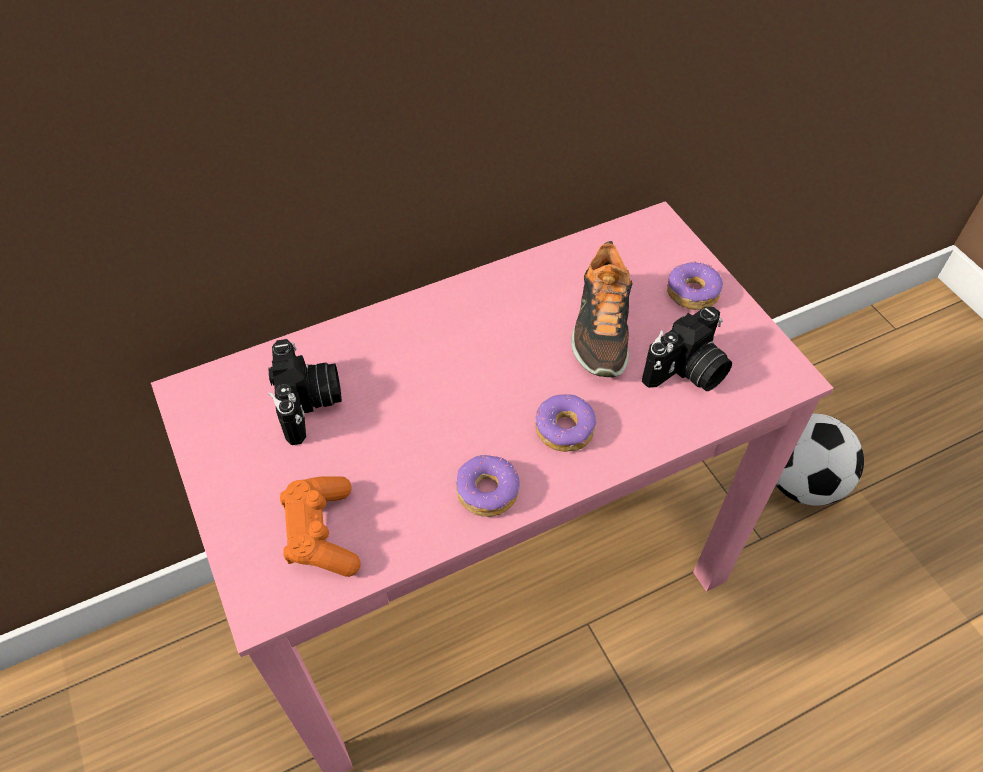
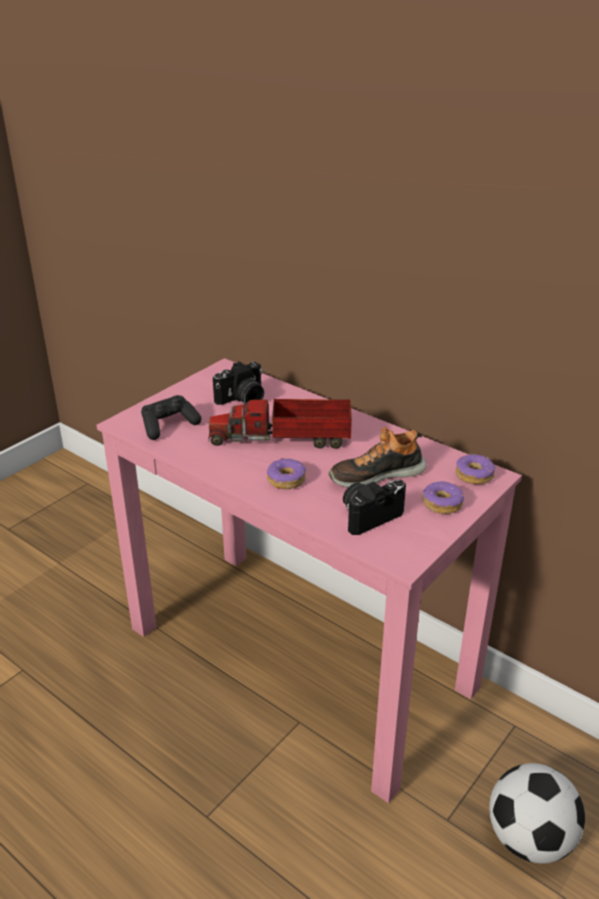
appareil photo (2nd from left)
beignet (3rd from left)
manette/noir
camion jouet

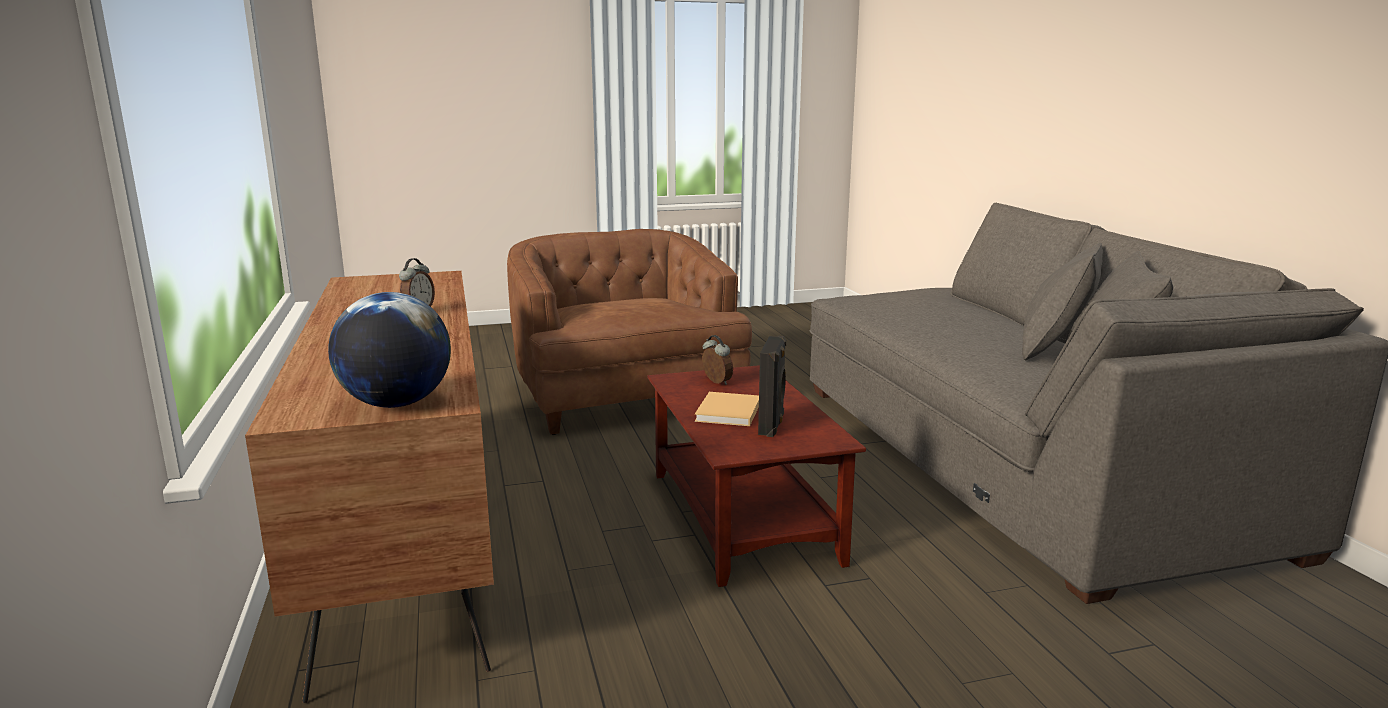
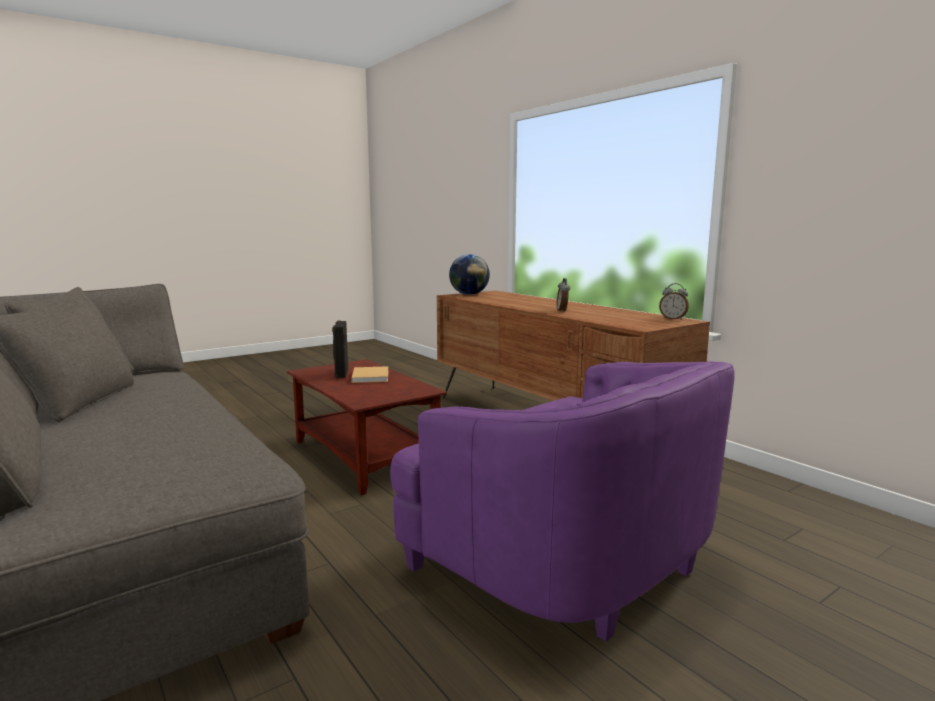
fauteuil/violet
réveil (2nd from left)

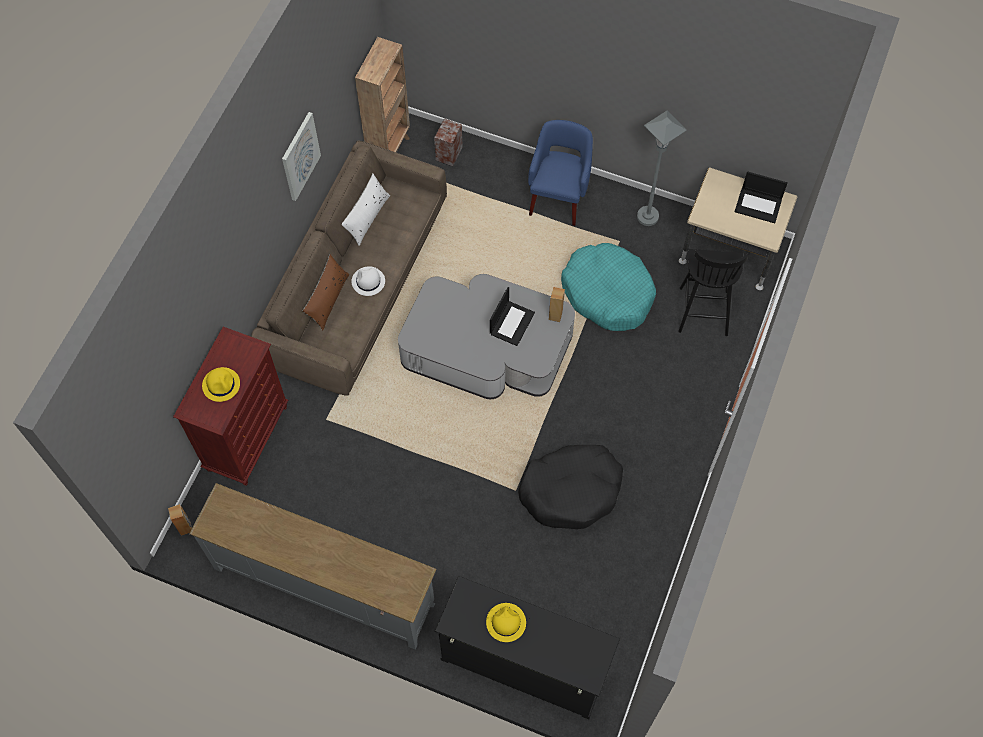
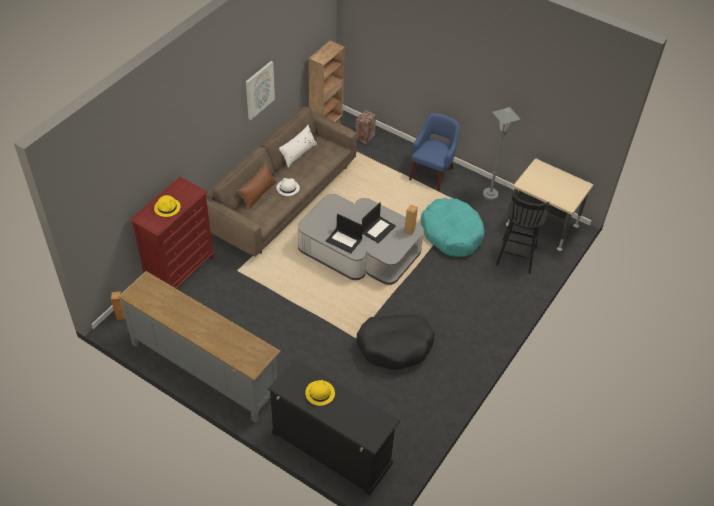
ordinateur portable (1st from left)

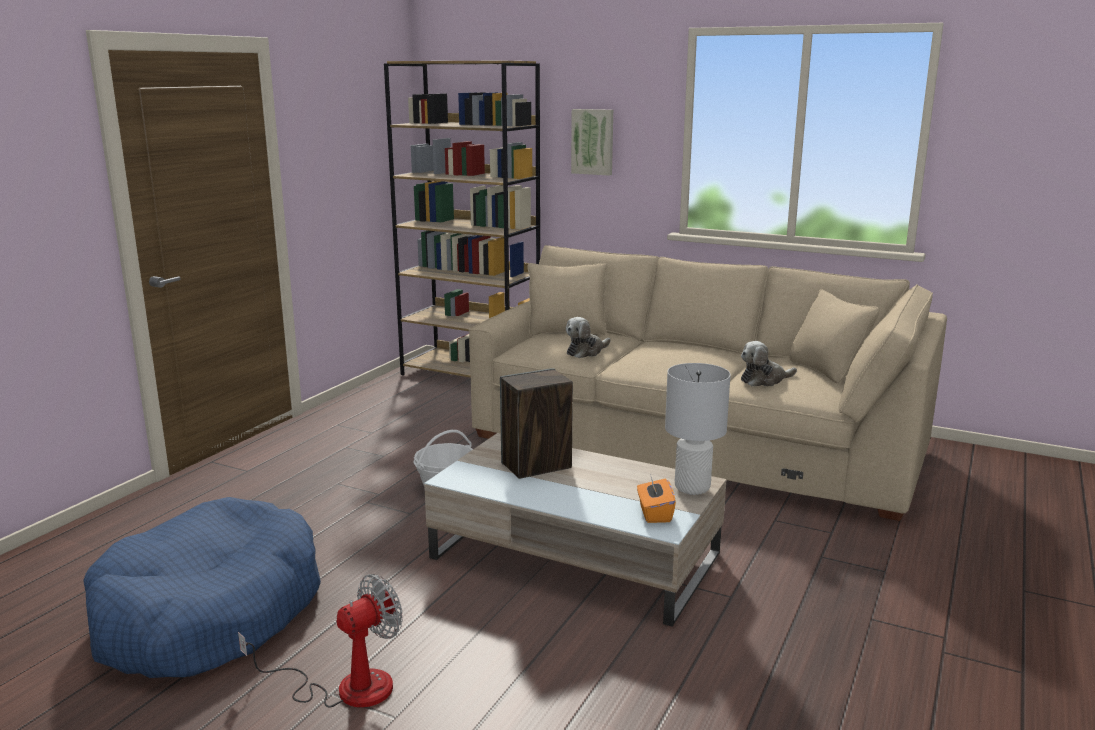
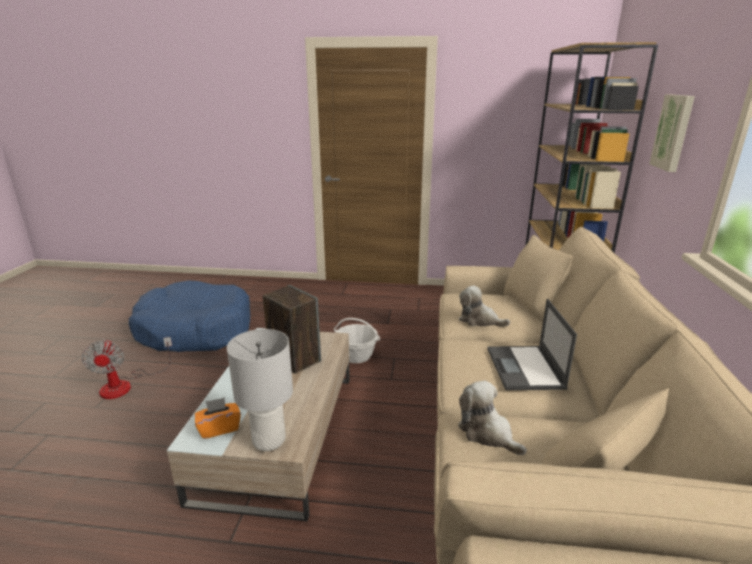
ventilateur
ordinateur portable

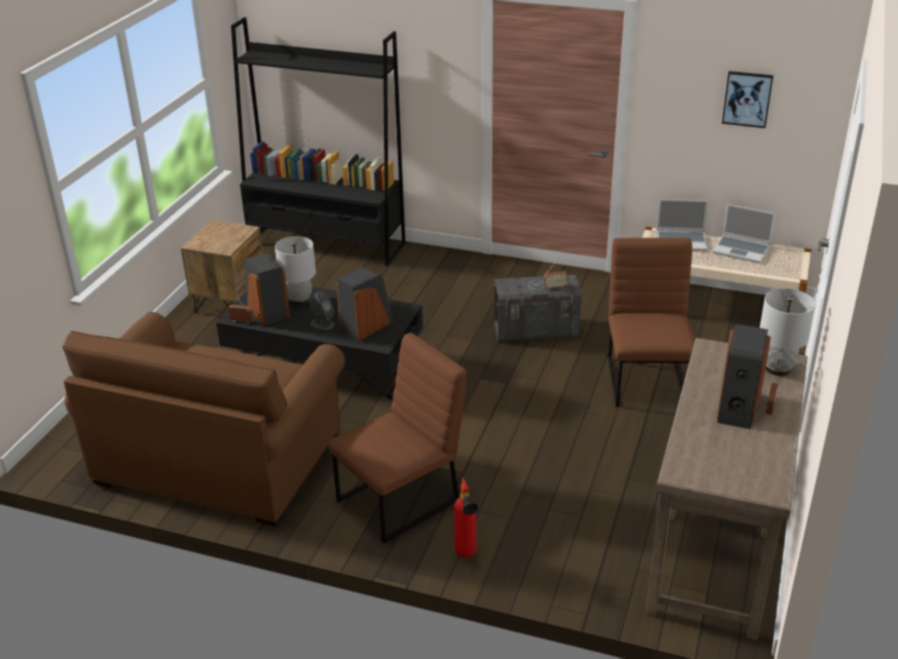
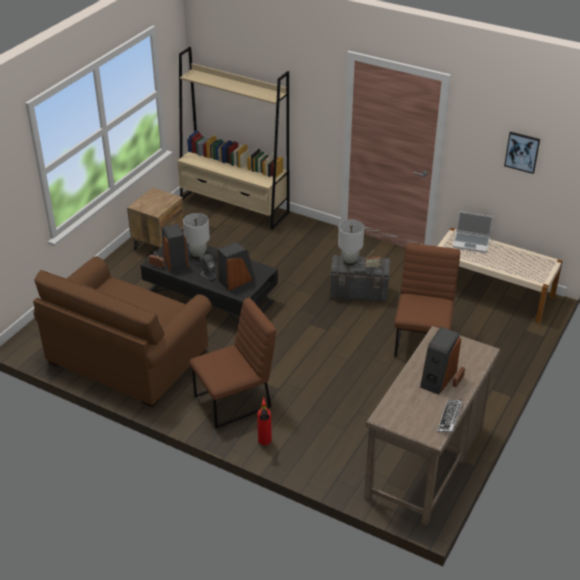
bibliothèque/beige
ordinateur portable (2nd from left in the first image)
lampe de table/blanc (2nd from left)
clavier

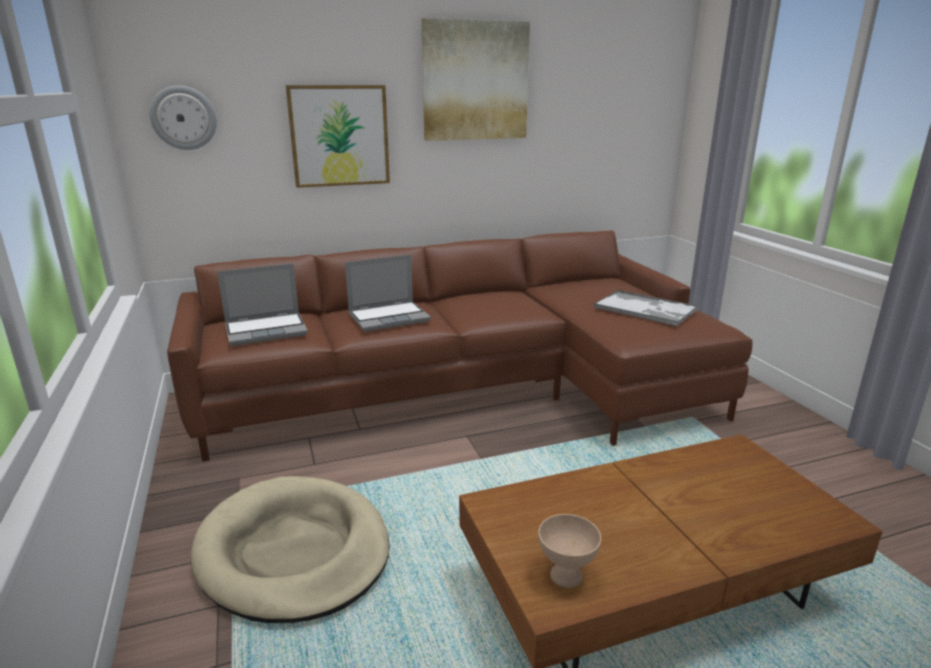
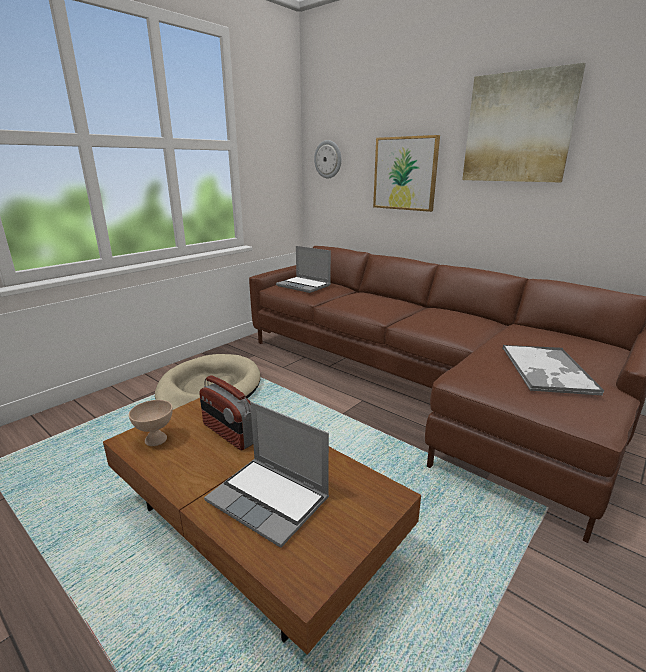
ordinateur portable (1st from left)
radio

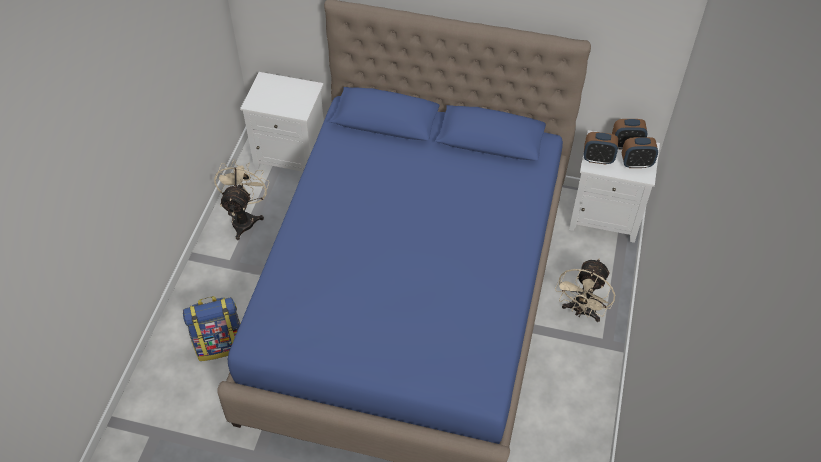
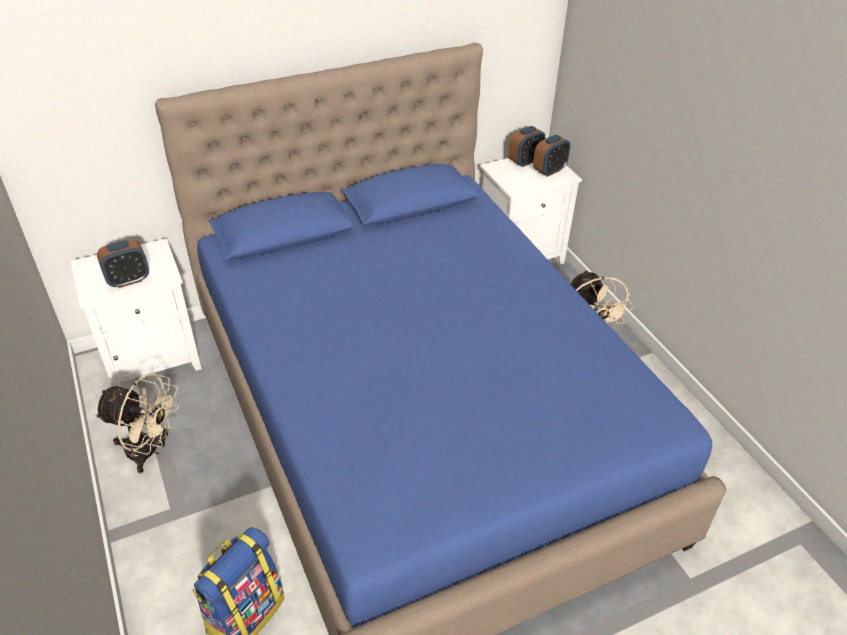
réveil (1st from left)
ventilateur/beige (1st from left)

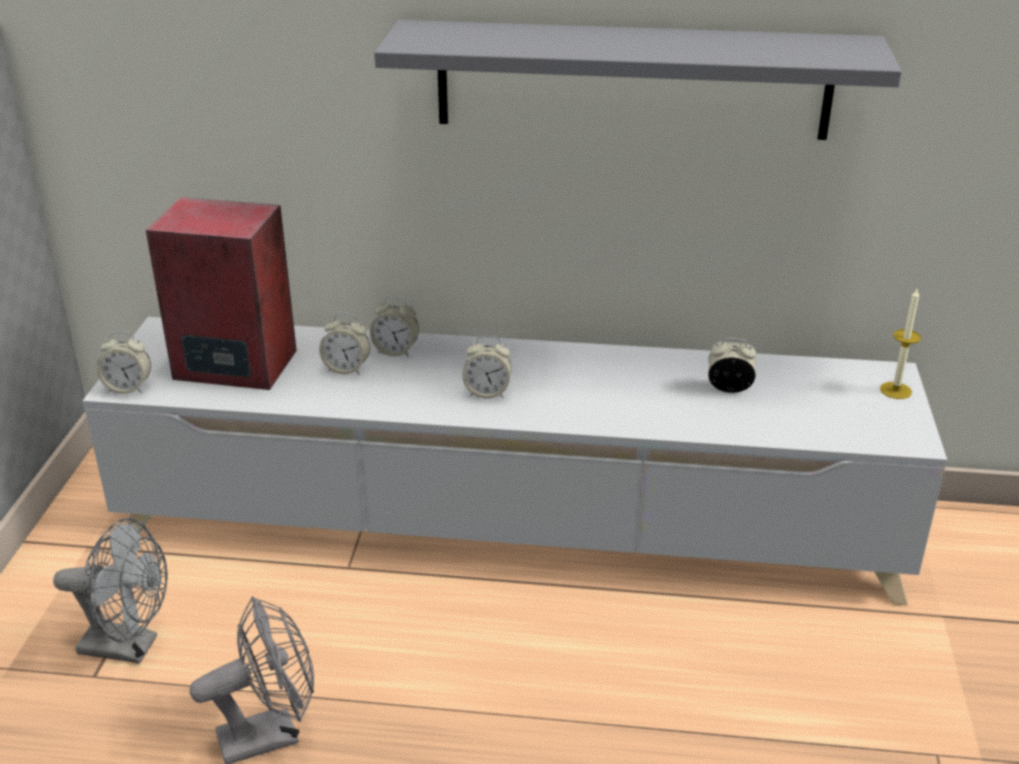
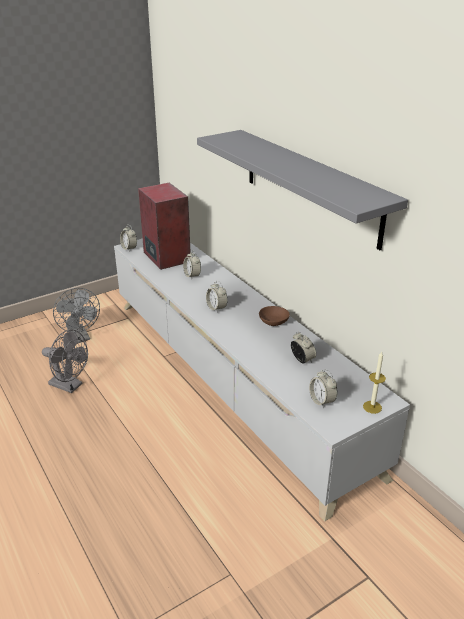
réveil (5th from left)
bol/marron

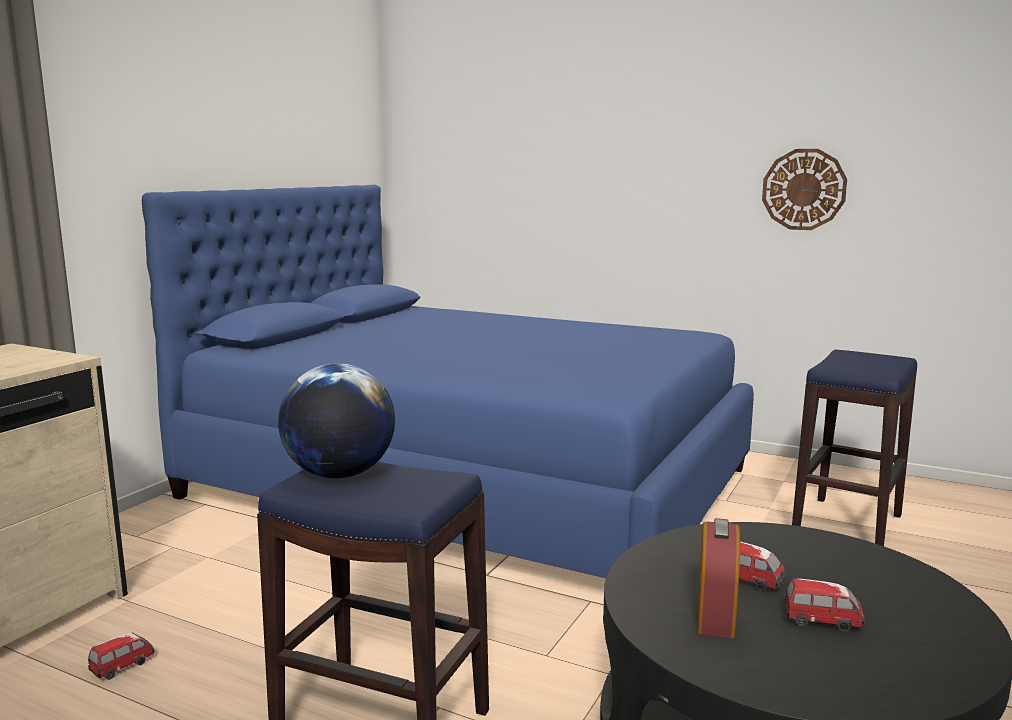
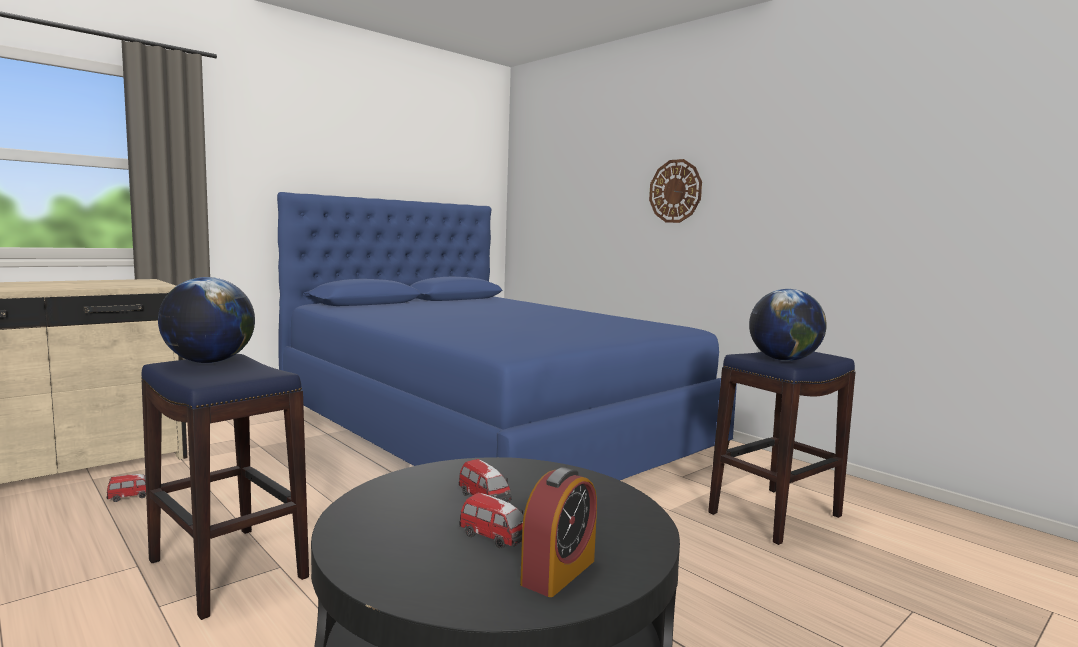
horloge murale
réveil
globe (2nd from left)

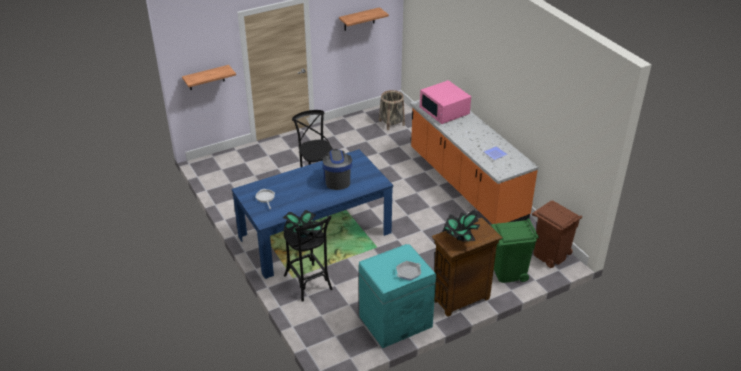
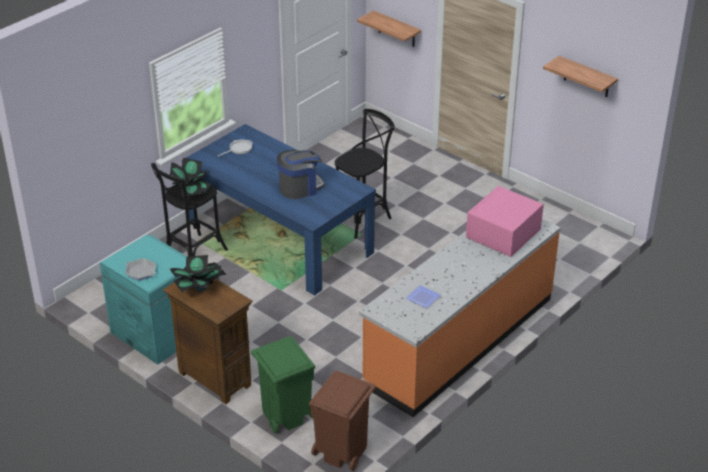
panier

